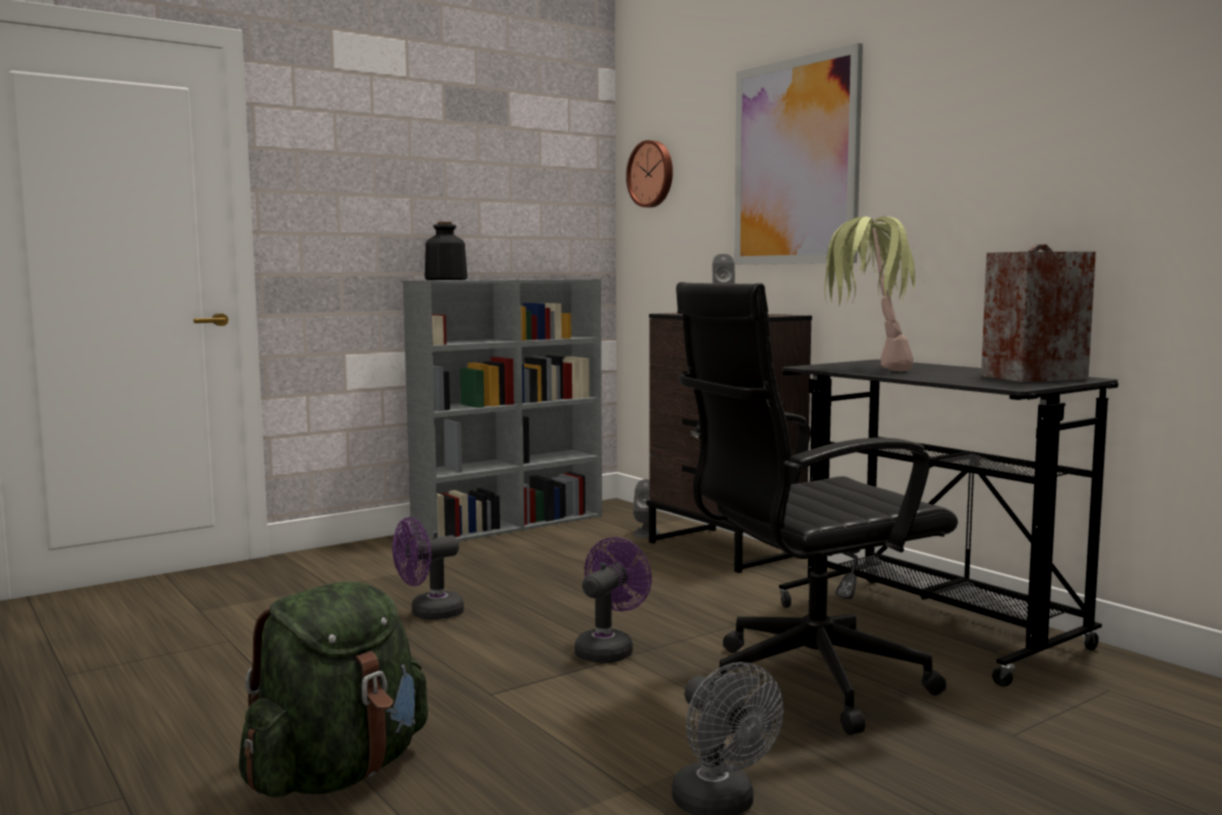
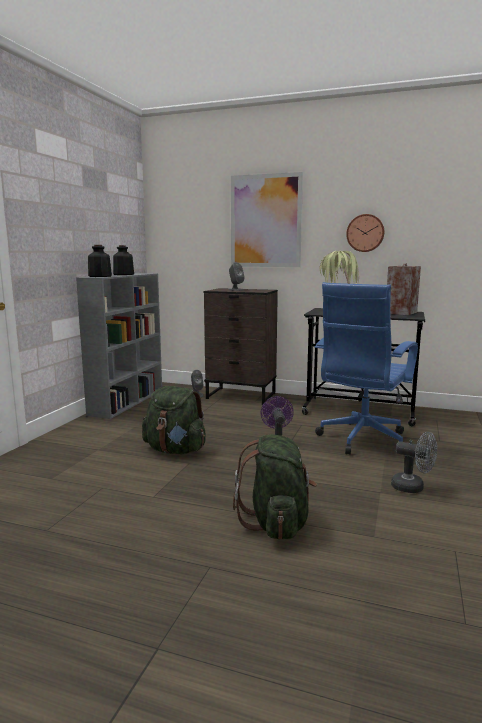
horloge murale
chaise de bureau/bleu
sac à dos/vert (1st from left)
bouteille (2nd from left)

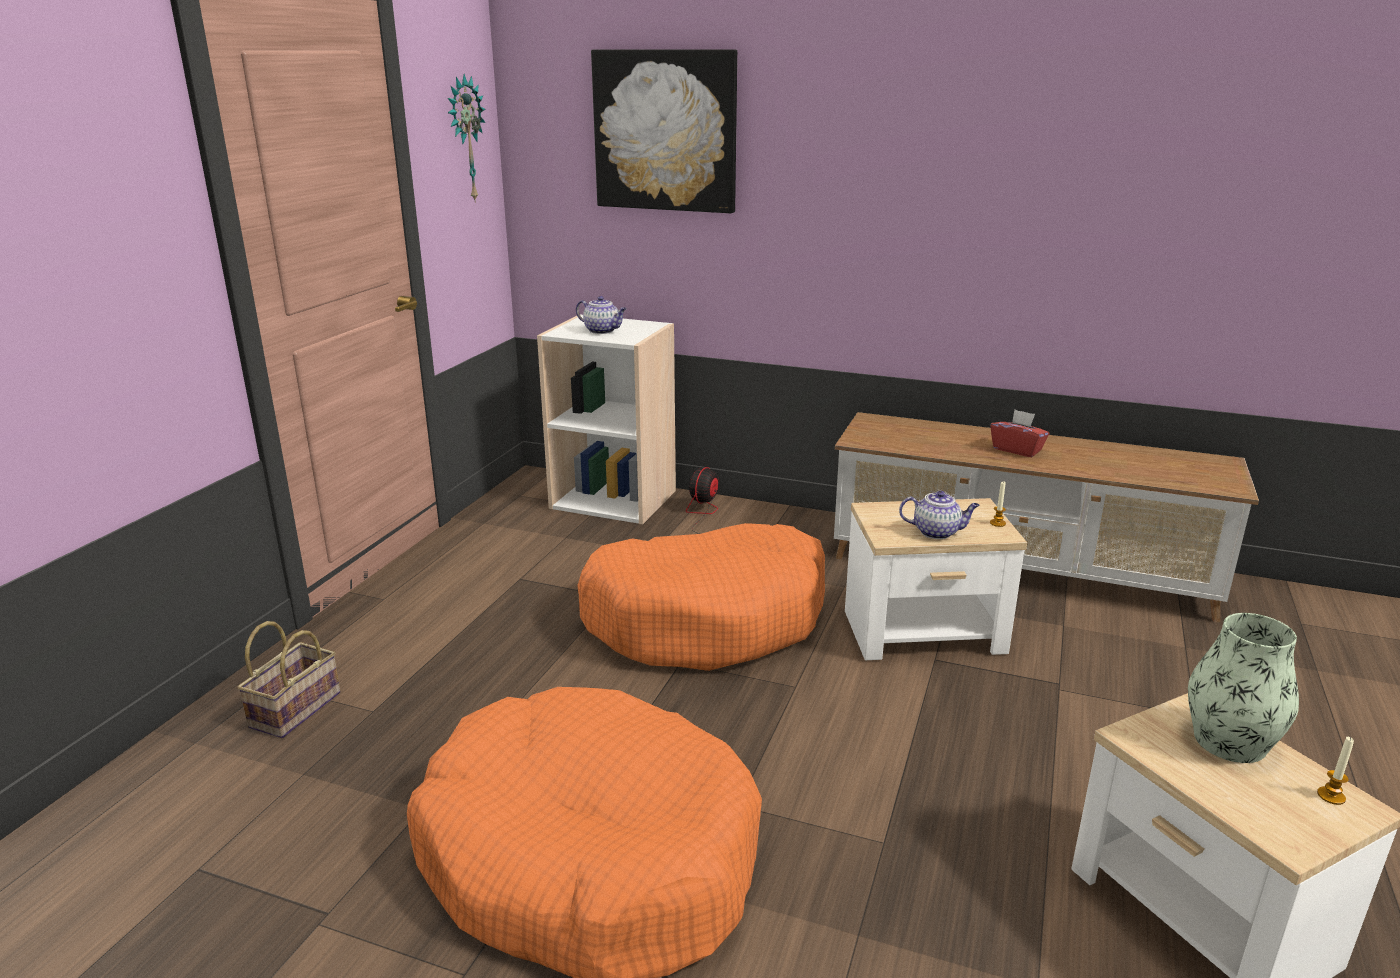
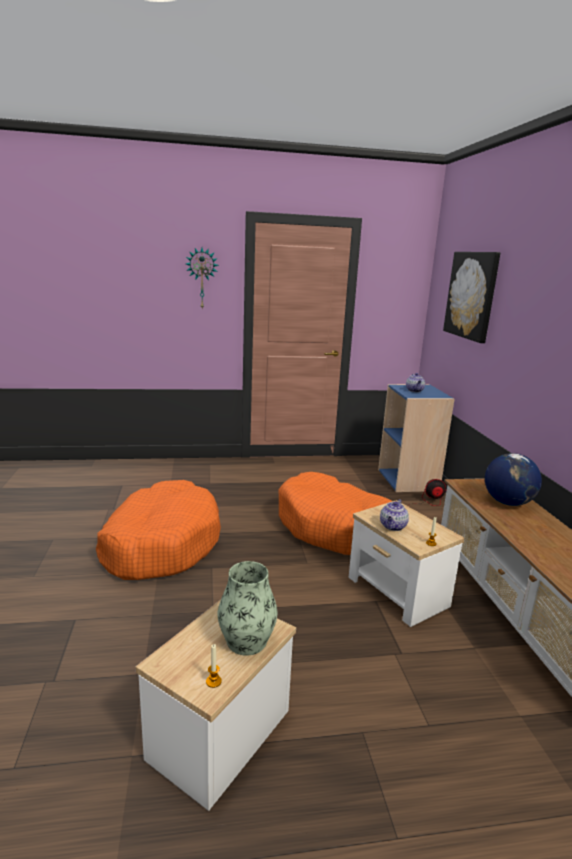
horloge murale
bibliothèque/bleu
boîte à mouchoirs/rouge
théière (1st from left)
panier
globe

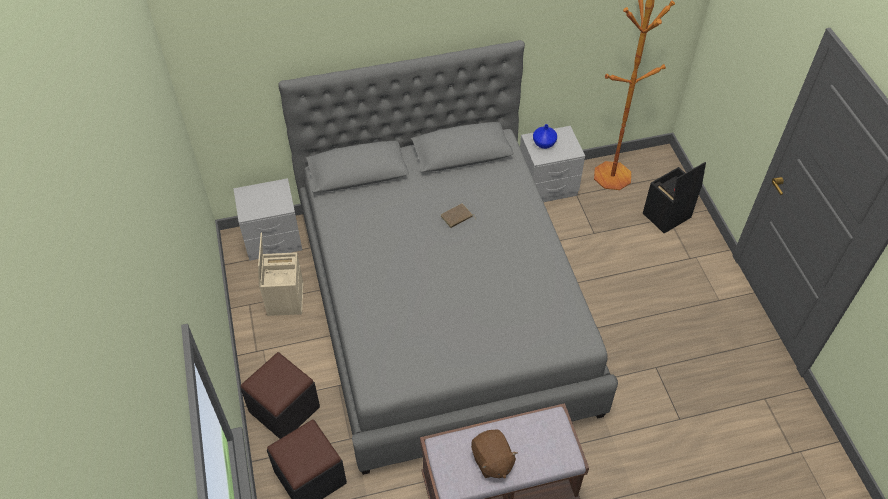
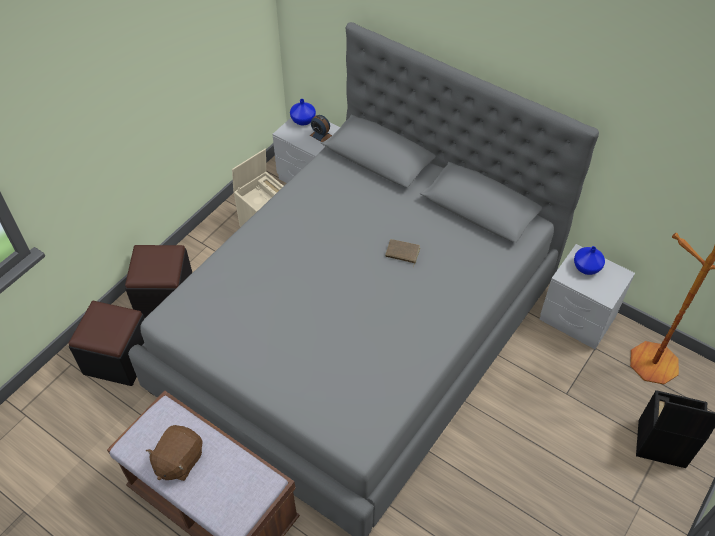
vase/bleu (1st from left)
réveil

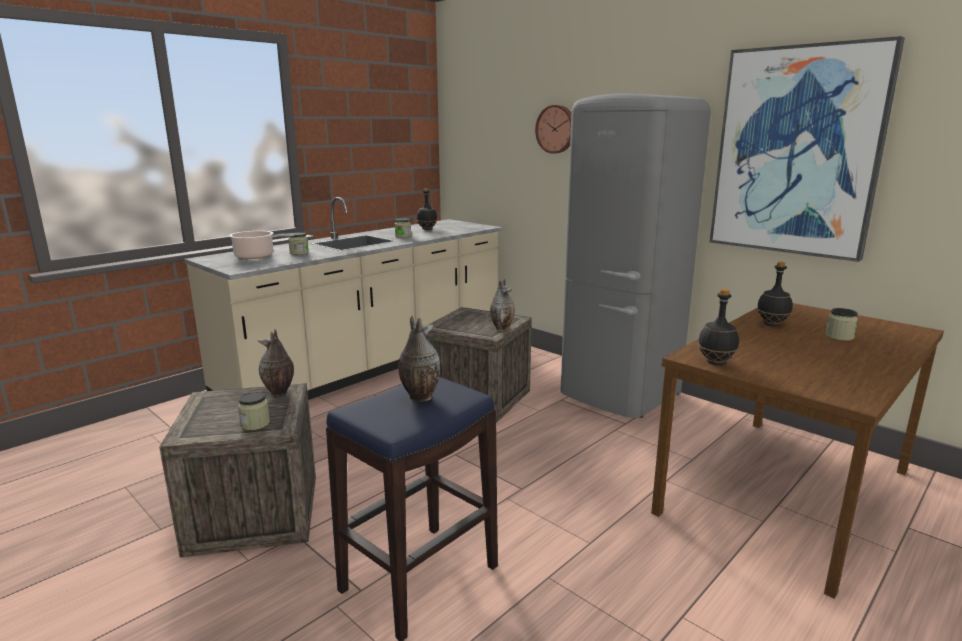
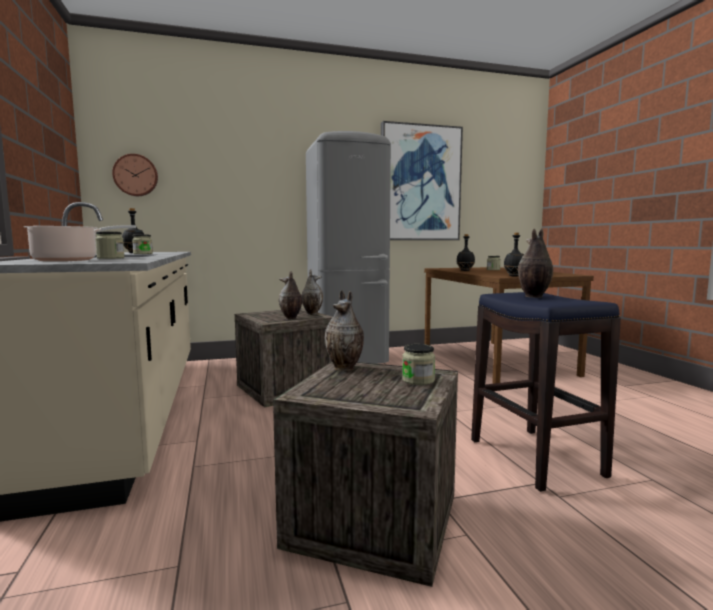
horloge murale
vase (1st from left)

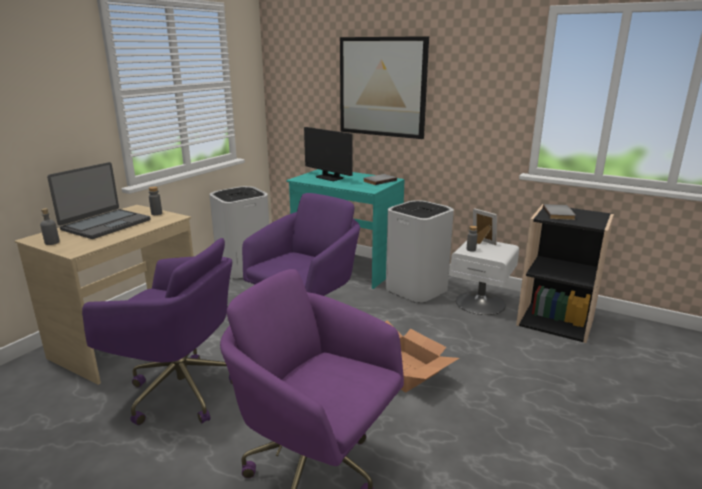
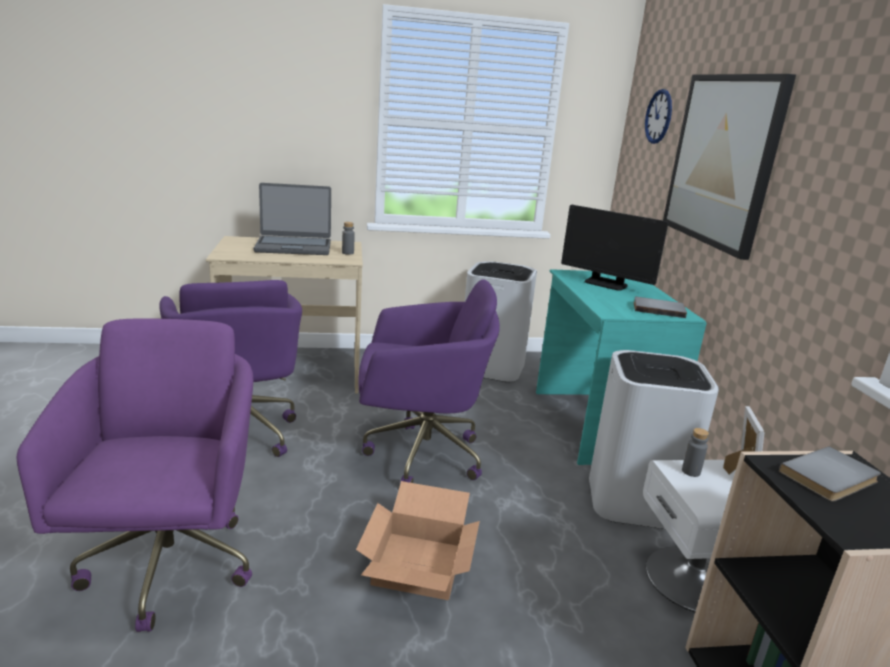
écran d'ordinateur
bouteille/gris (1st from left in the first image)
horloge murale

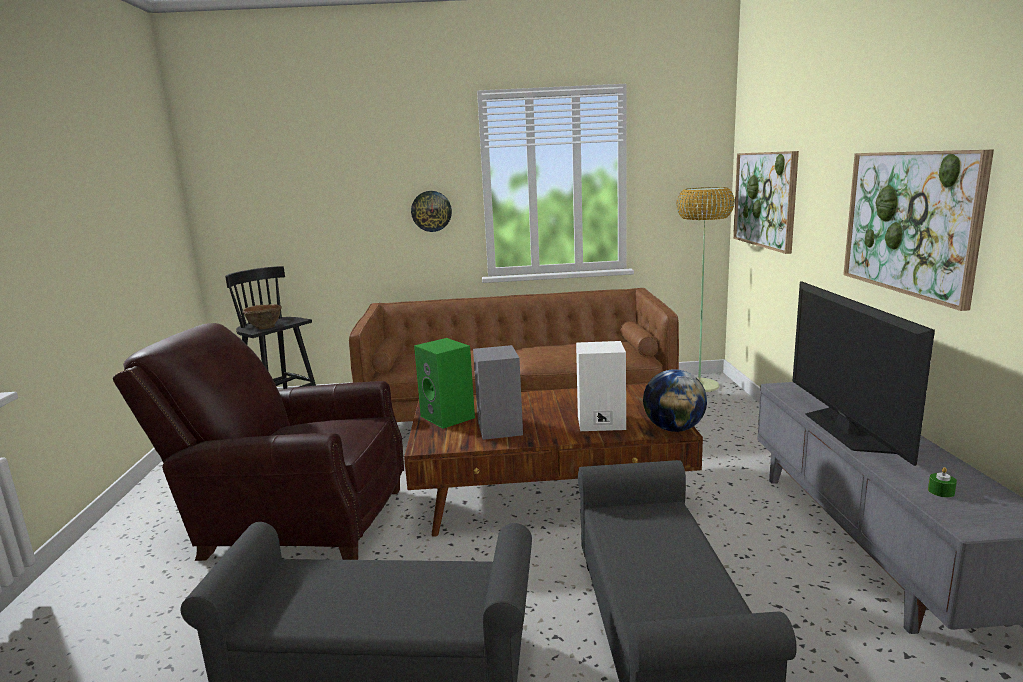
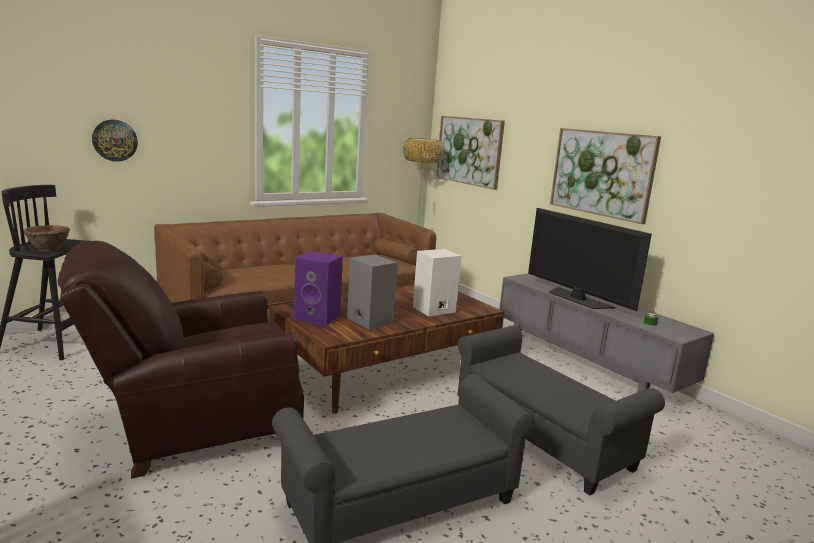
horloge murale
enceinte/violet
globe

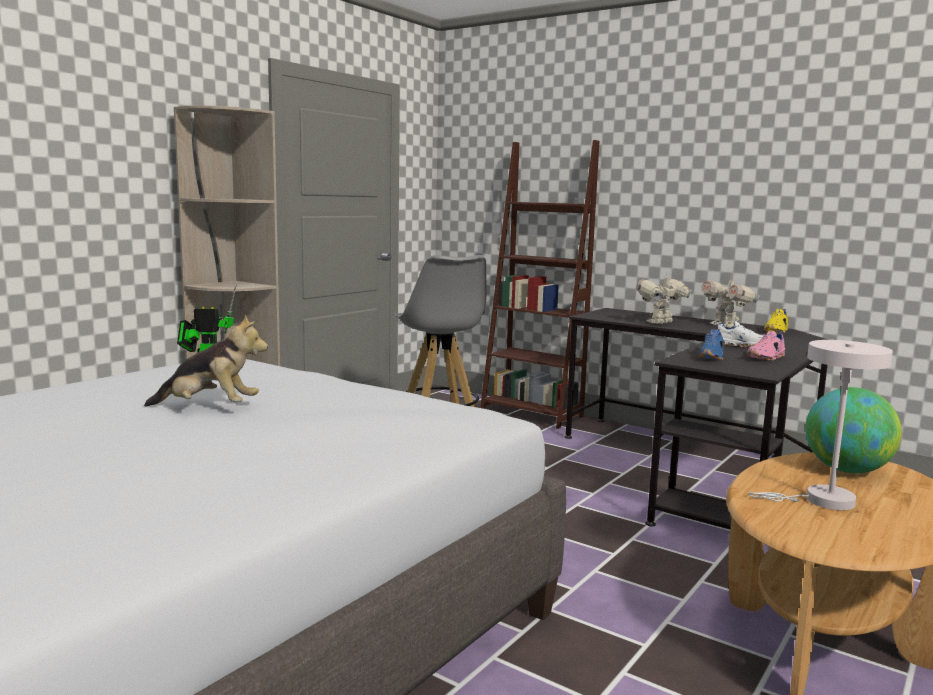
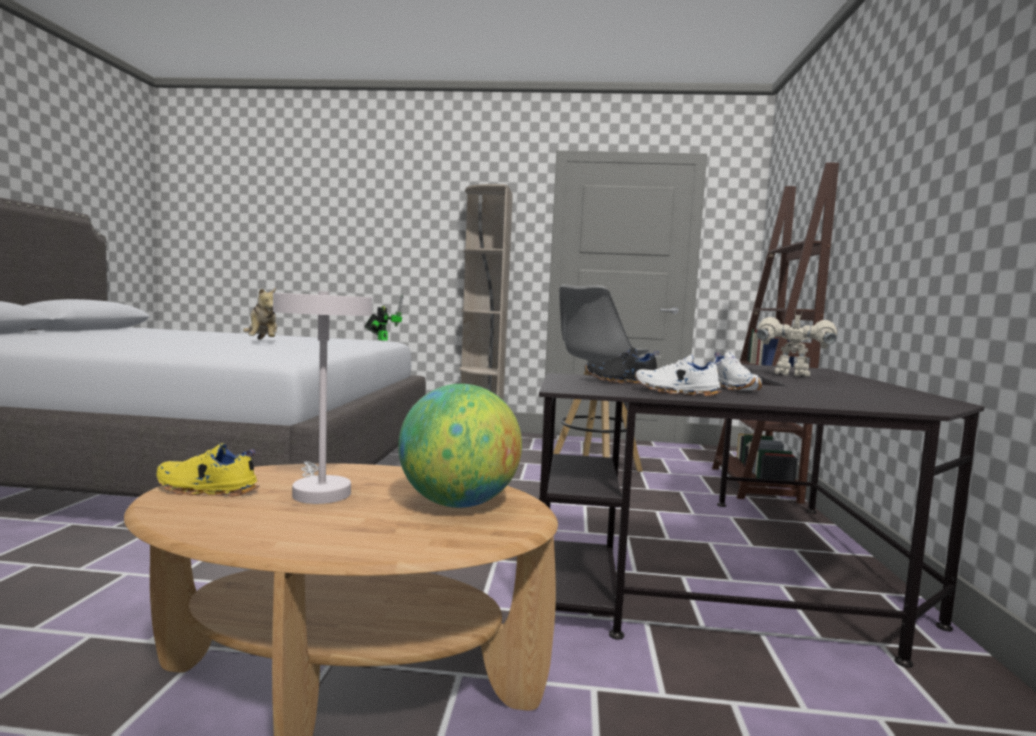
robot jouet (3rd from left in the first image)
chaussure/jaune
chaussure/noir
chaussure/blanc (1st from left)

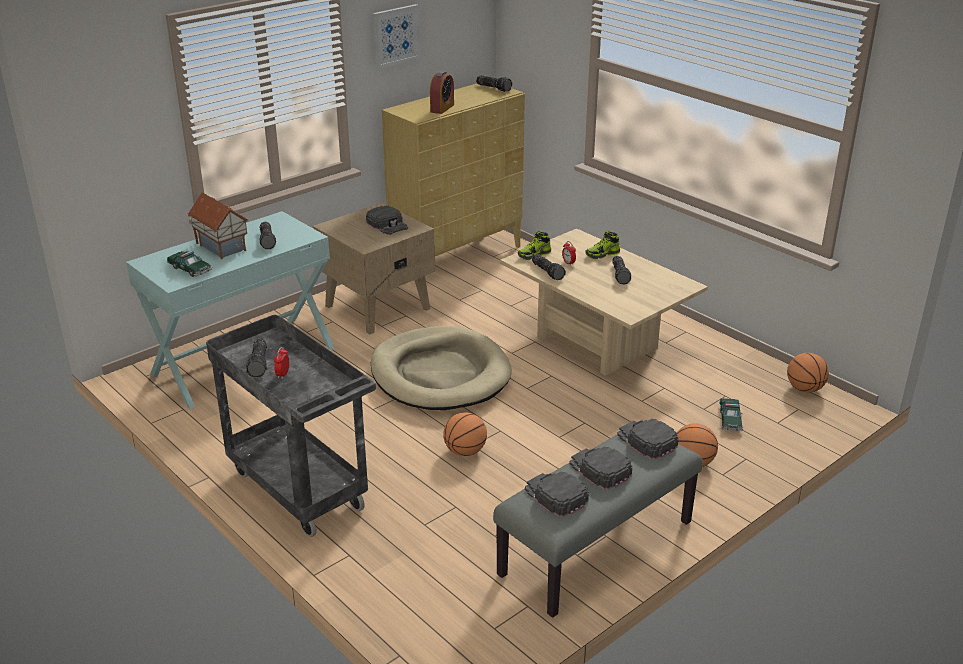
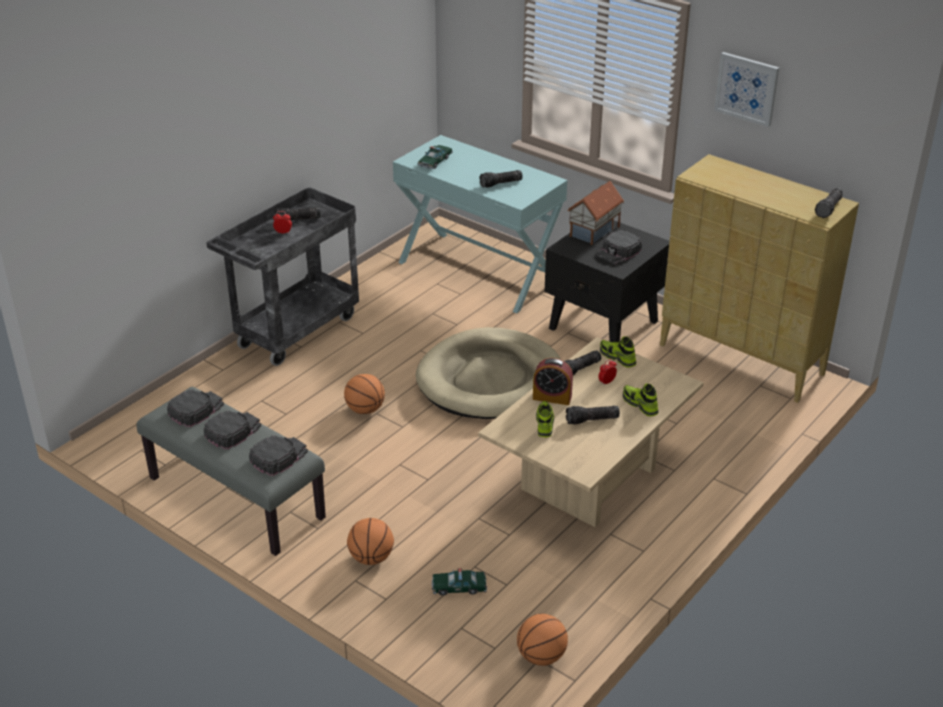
réveil (2nd from left)
maison miniature
table de chevet/noir
chaussure (1st from left)

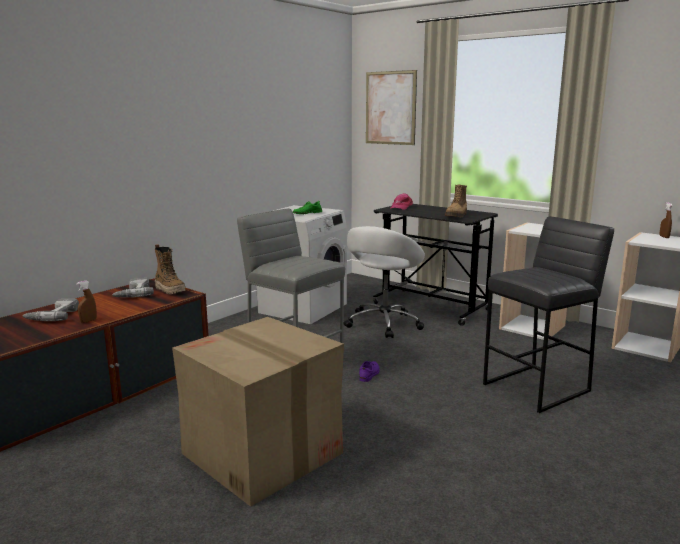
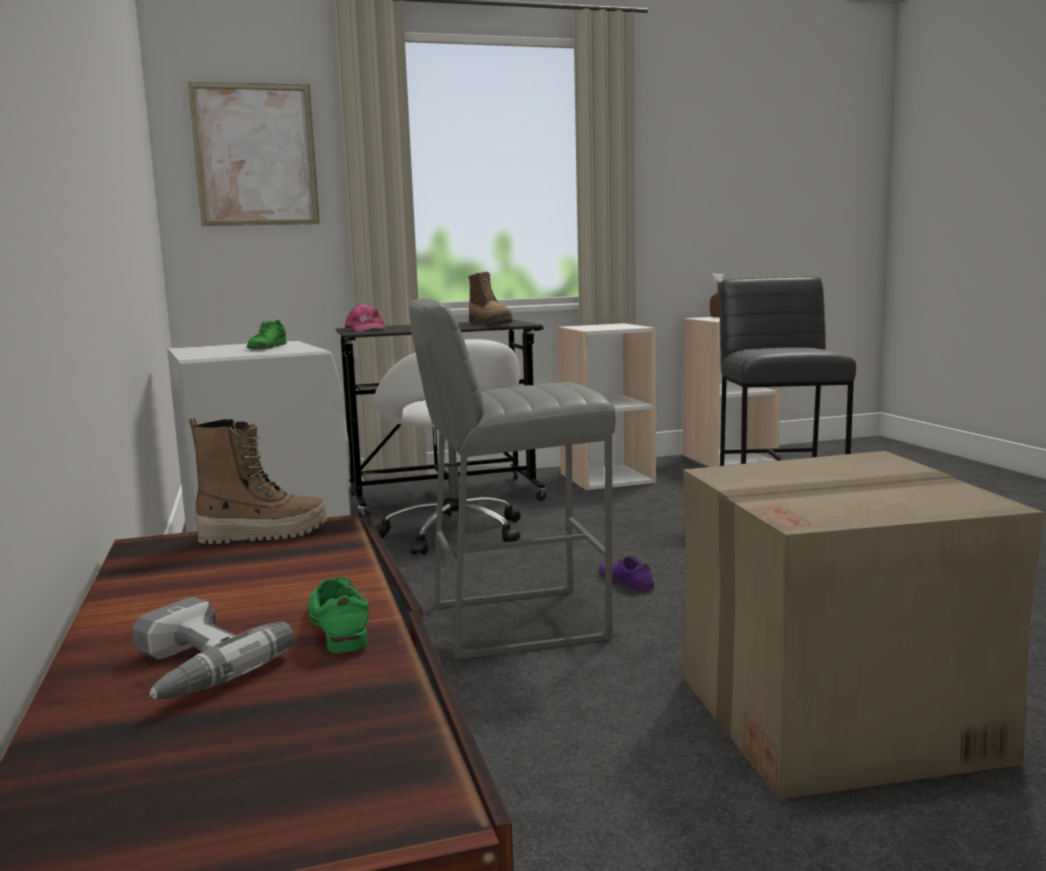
perceuse (2nd from left in the first image)
chaussure/vert (2nd from left)

